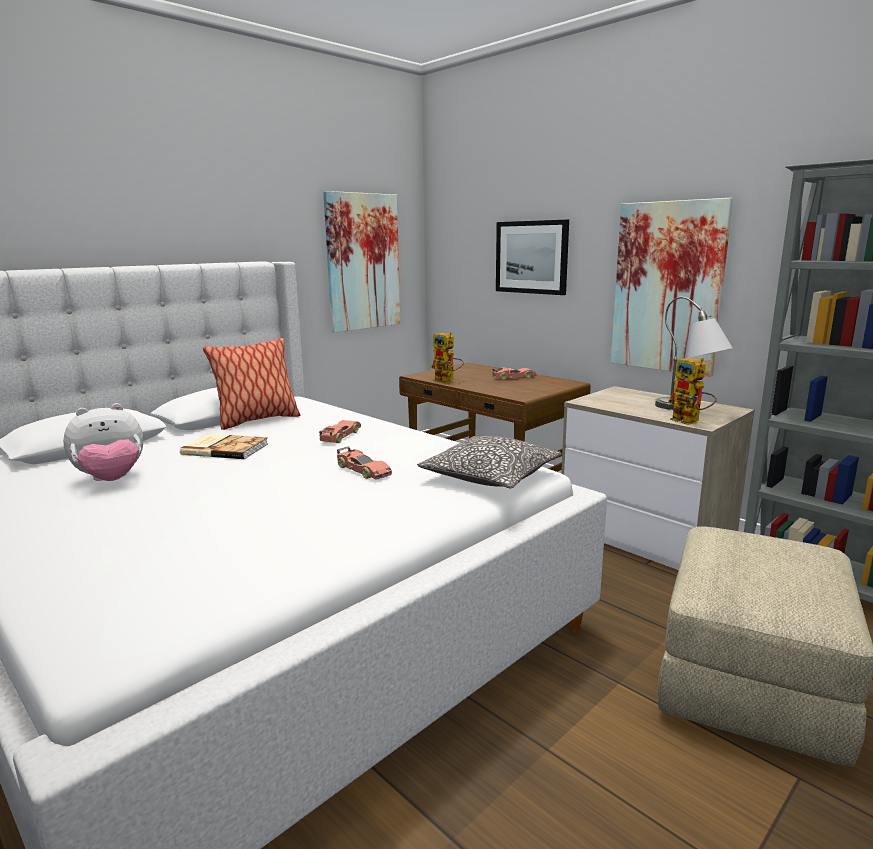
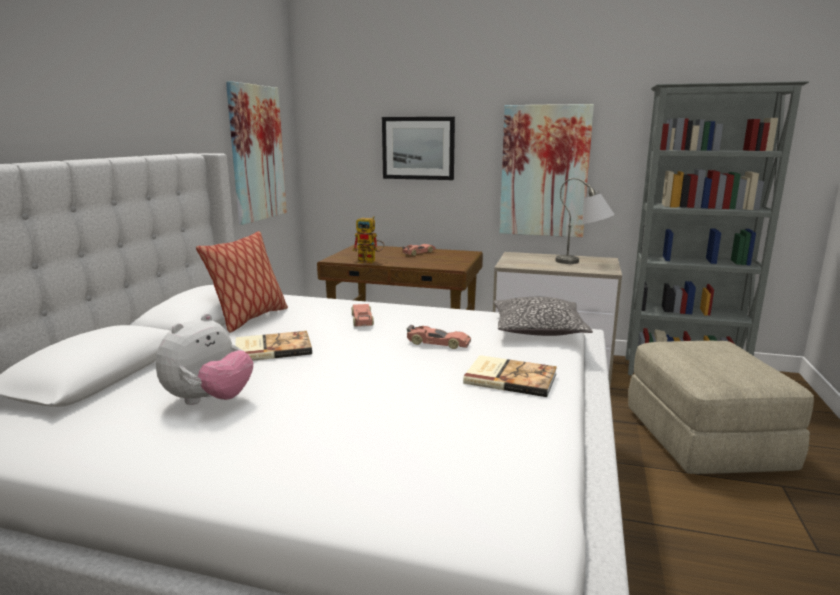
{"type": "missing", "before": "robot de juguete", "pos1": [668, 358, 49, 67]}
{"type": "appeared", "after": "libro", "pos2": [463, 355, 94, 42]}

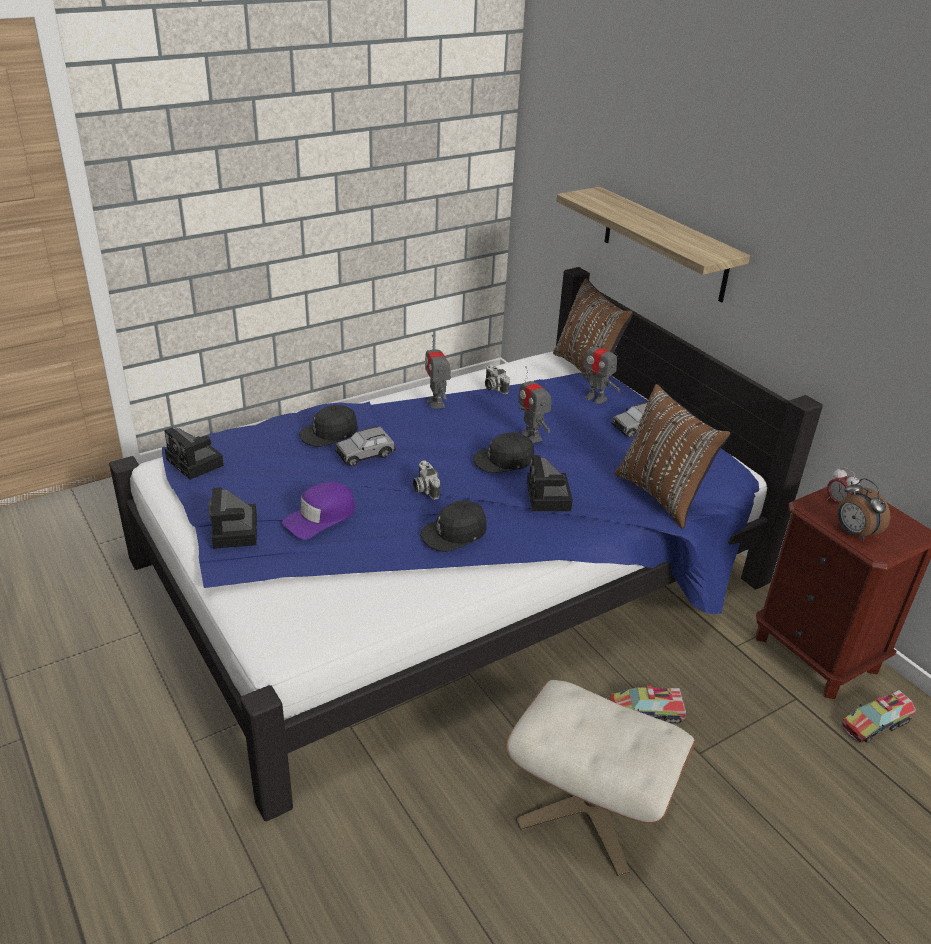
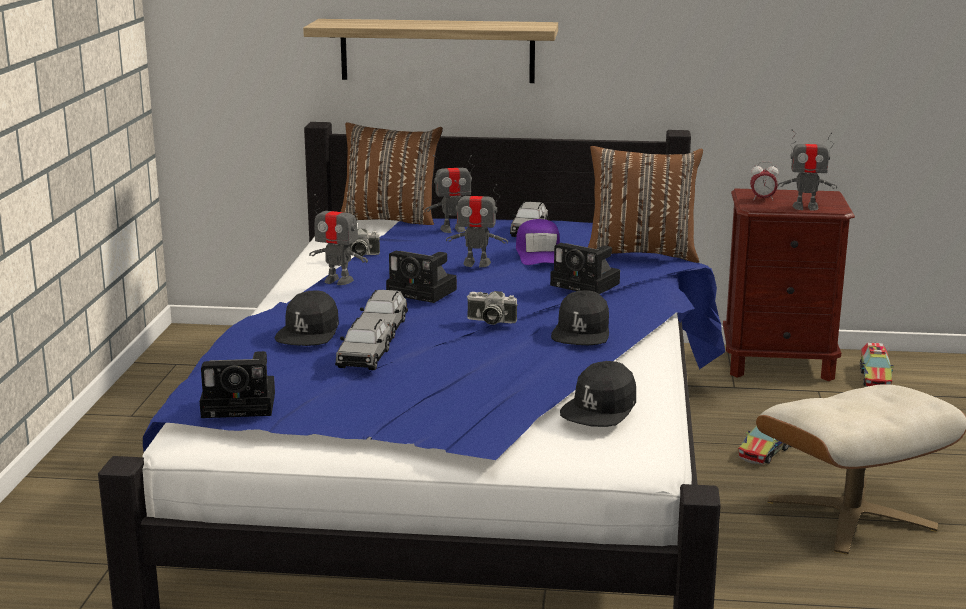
{"type": "relocated", "before": "cámara", "pos1": [209, 487, 48, 62], "pos2": [386, 250, 71, 53]}
{"type": "relocated", "before": "gorra [morado]", "pos1": [282, 482, 73, 57], "pos2": [516, 219, 44, 46]}
{"type": "relocated", "before": "gorra [negro]", "pos1": [474, 432, 60, 41], "pos2": [560, 361, 76, 66]}
{"type": "exchanged", "before": "despertador", "after": "robot de juguete", "pos1": [837, 478, 53, 64], "pos2": [778, 129, 59, 82]}
{"type": "appeared", "after": "coche de juguete [gris]", "pos2": [335, 317, 58, 53]}

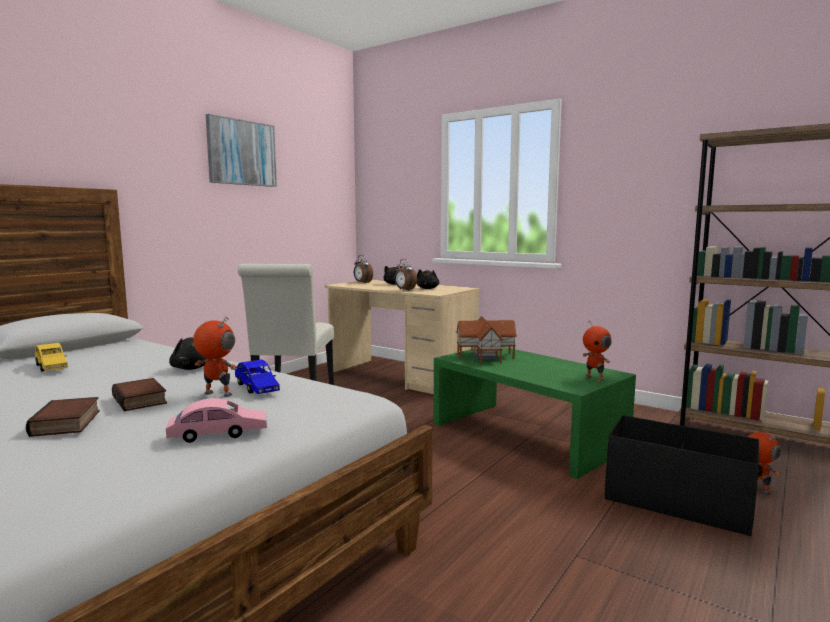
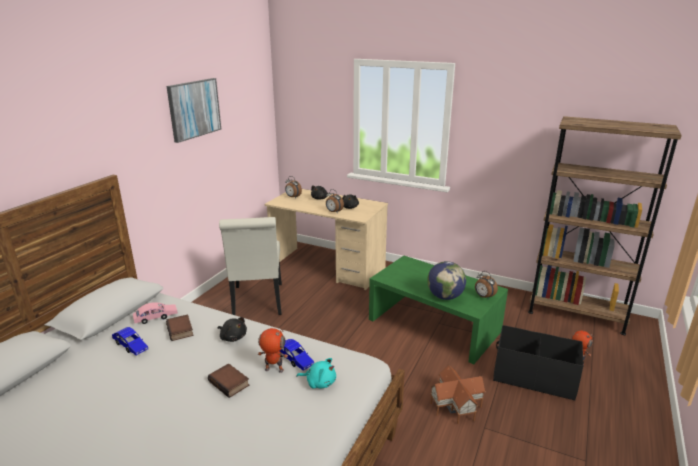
{"type": "relocated", "before": "libro", "pos1": [26, 397, 74, 40], "pos2": [166, 314, 28, 27]}
{"type": "colour", "before": "coche de juguete [amarillo]", "after": "coche de juguete [azul]", "pos1": [35, 343, 33, 29], "pos2": [112, 327, 36, 28]}
{"type": "relocated", "before": "coche de juguete [rosa]", "pos1": [166, 398, 101, 45], "pos2": [133, 302, 45, 22]}
{"type": "relocated", "before": "casita", "pos1": [456, 316, 61, 48], "pos2": [430, 364, 56, 60]}
{"type": "exchanged", "before": "robot de juguete", "after": "despertador", "pos1": [583, 321, 29, 61], "pos2": [475, 271, 23, 29]}
{"type": "appeared", "after": "peluche [turquesa]", "pos2": [296, 358, 40, 31]}
{"type": "appeared", "after": "globo terráqueo", "pos2": [427, 261, 39, 39]}

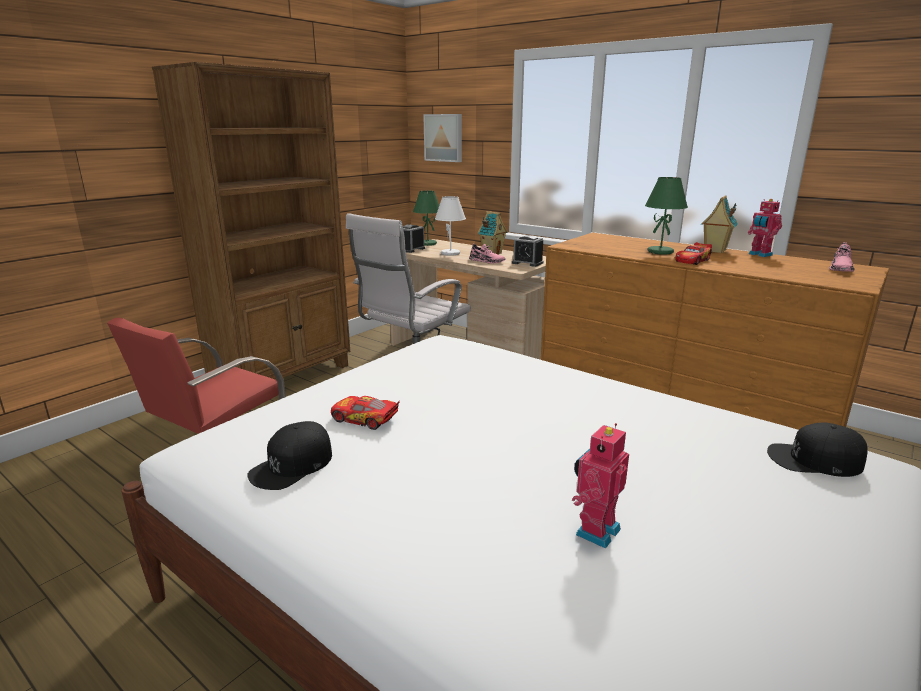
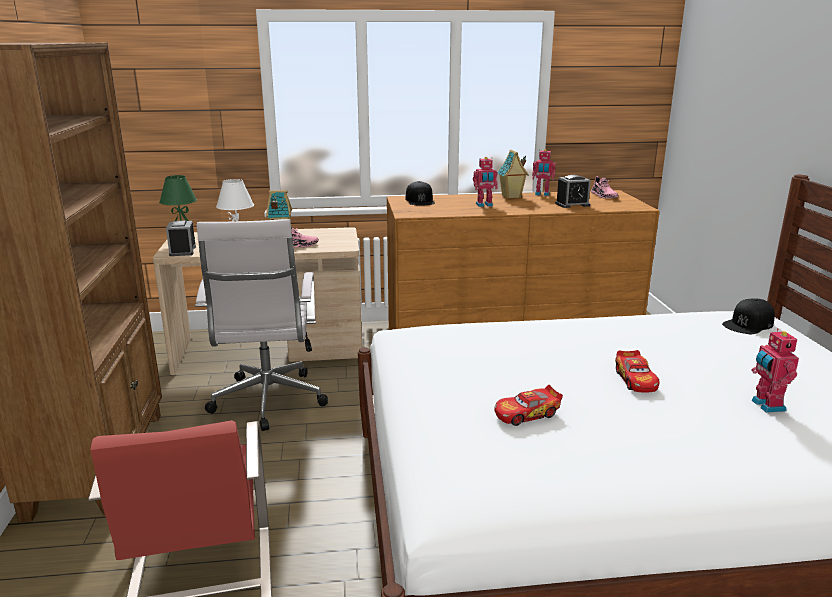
{"type": "relocated", "before": "gorra [negro]", "pos1": [247, 421, 85, 69], "pos2": [405, 181, 30, 25]}
{"type": "missing", "before": "cuadro", "pos1": [423, 114, 39, 48]}
{"type": "relocated", "before": "despertador", "pos1": [512, 235, 32, 32], "pos2": [555, 175, 36, 33]}
{"type": "exchanged", "before": "lámpara de mesa [verde]", "after": "robot de juguete", "pos1": [645, 177, 43, 78], "pos2": [473, 157, 25, 50]}
{"type": "relocated", "before": "coche de juguete", "pos1": [675, 242, 37, 23], "pos2": [615, 350, 44, 43]}

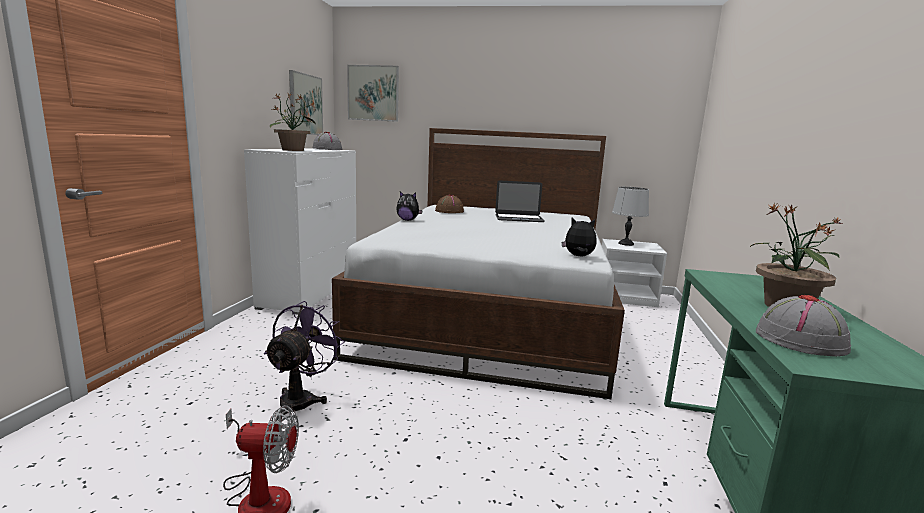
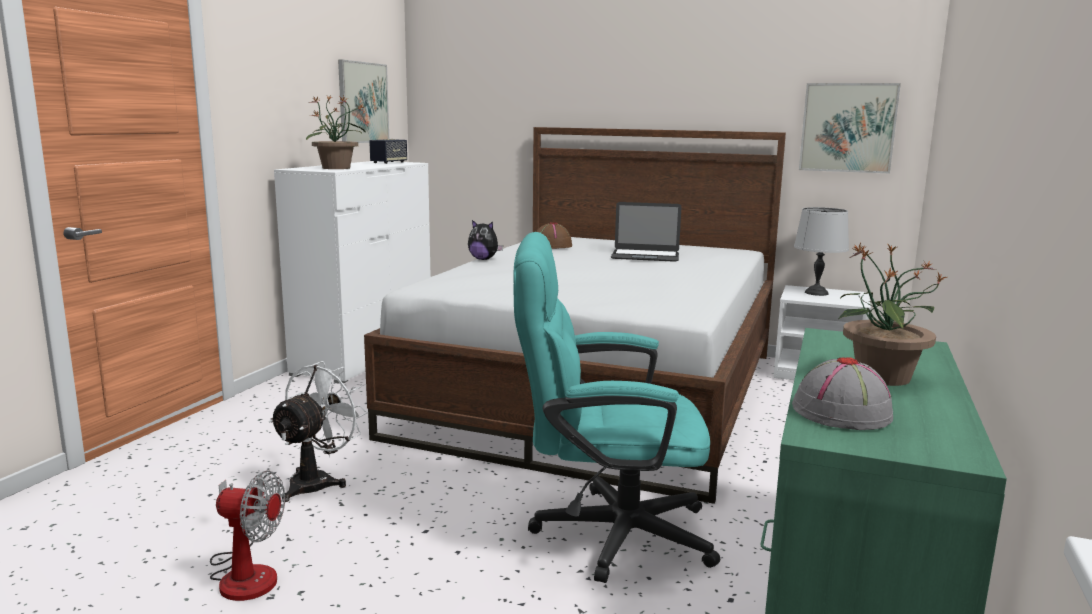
{"type": "colour", "before": "ventilador [morado]", "after": "ventilador [blanco]", "pos1": [264, 301, 81, 120], "pos2": [269, 361, 99, 141]}
{"type": "exchanged", "before": "sombrero [gris]", "after": "altavoz", "pos1": [313, 132, 30, 18], "pos2": [369, 139, 38, 25]}
{"type": "relocated", "before": "cuadro", "pos1": [347, 65, 52, 57], "pos2": [799, 83, 102, 91]}
{"type": "missing", "before": "peluche", "pos1": [562, 217, 35, 39]}
{"type": "appeared", "after": "silla de oficina [turquesa]", "pos2": [514, 232, 206, 351]}

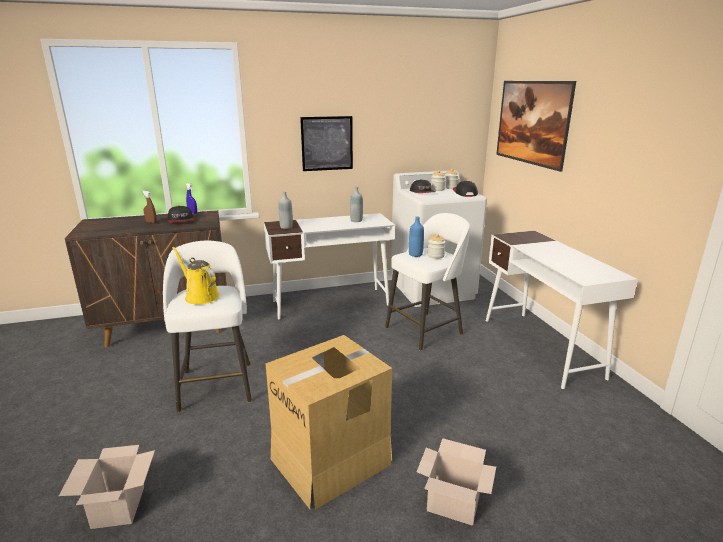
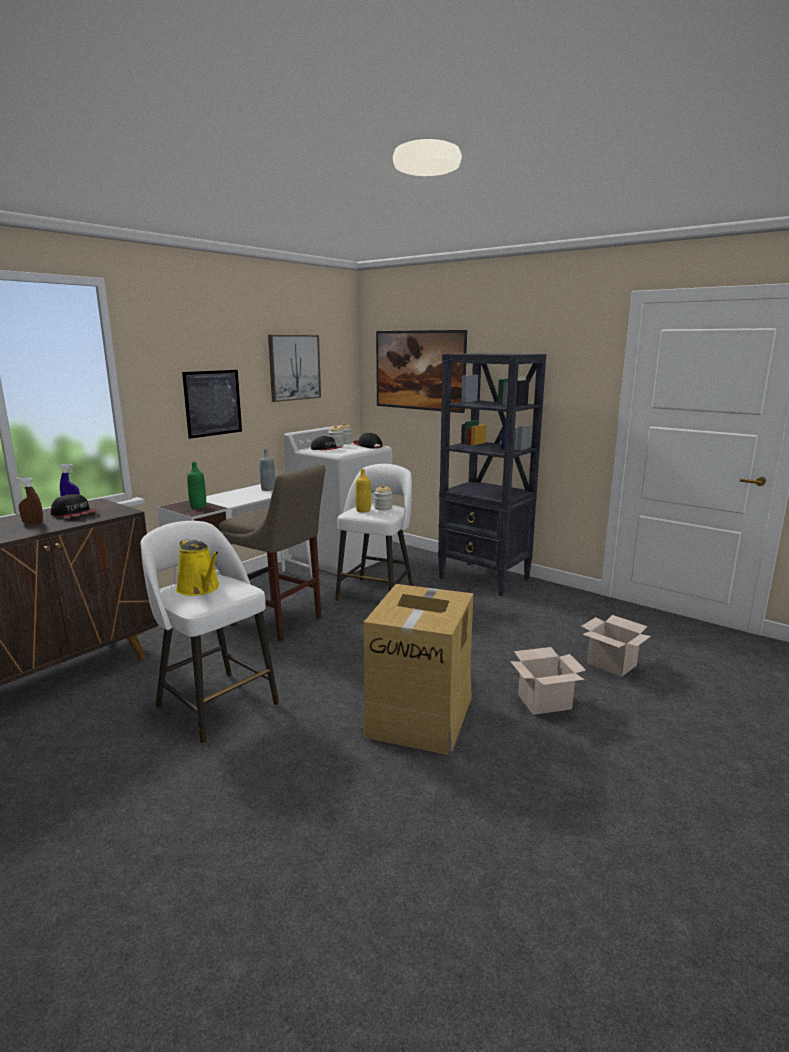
{"type": "relocated", "before": "caja de cartón", "pos1": [59, 445, 96, 84], "pos2": [581, 615, 70, 62]}
{"type": "spun", "before": "regadera [amarillo]", "pos1": [172, 247, 47, 57], "pos2": [176, 539, 44, 57], "turn": -135}
{"type": "colour", "before": "botella [gris]", "after": "botella [verde]", "pos1": [279, 192, 14, 37], "pos2": [187, 462, 19, 47]}
{"type": "colour", "before": "botella [azul]", "after": "botella [amarillo]", "pos1": [409, 217, 15, 40], "pos2": [355, 469, 16, 43]}
{"type": "exchanged", "before": "escritorio [blanco]", "after": "estantería [negro]", "pos1": [486, 231, 152, 158], "pos2": [438, 353, 108, 243]}
{"type": "appeared", "after": "taburete [beis]", "pos2": [219, 464, 107, 177]}
{"type": "appeared", "after": "cuadro", "pos2": [268, 335, 53, 67]}

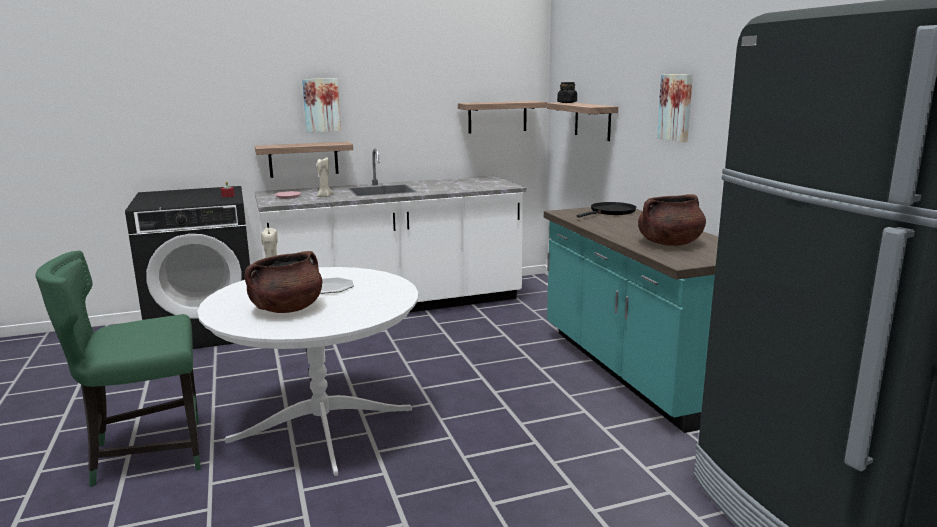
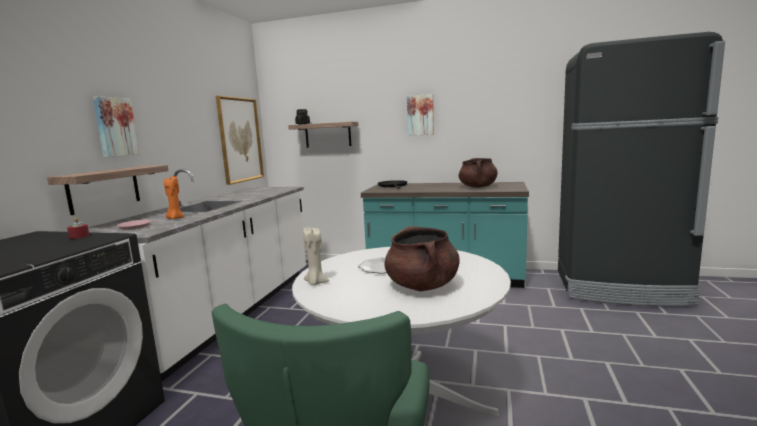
{"type": "colour", "before": "vela [beis]", "after": "vela [naranja]", "pos1": [317, 157, 17, 40], "pos2": [163, 176, 21, 43]}
{"type": "exchanged", "before": "estante", "after": "cuadro", "pos1": [458, 101, 89, 33], "pos2": [216, 96, 48, 89]}

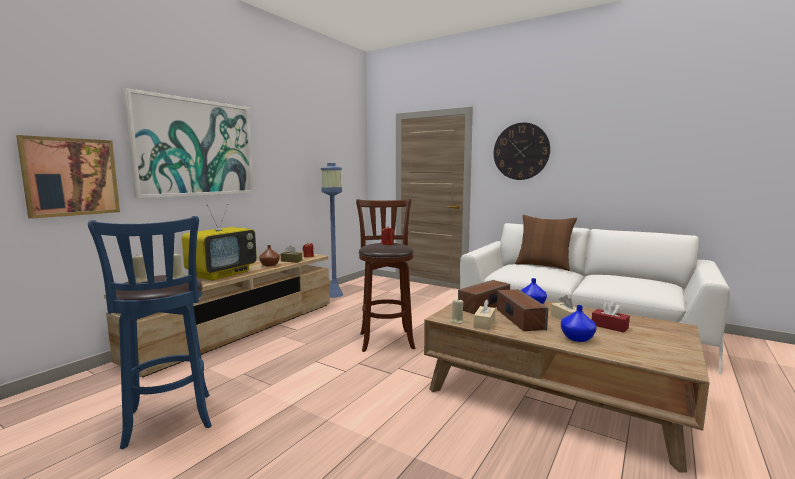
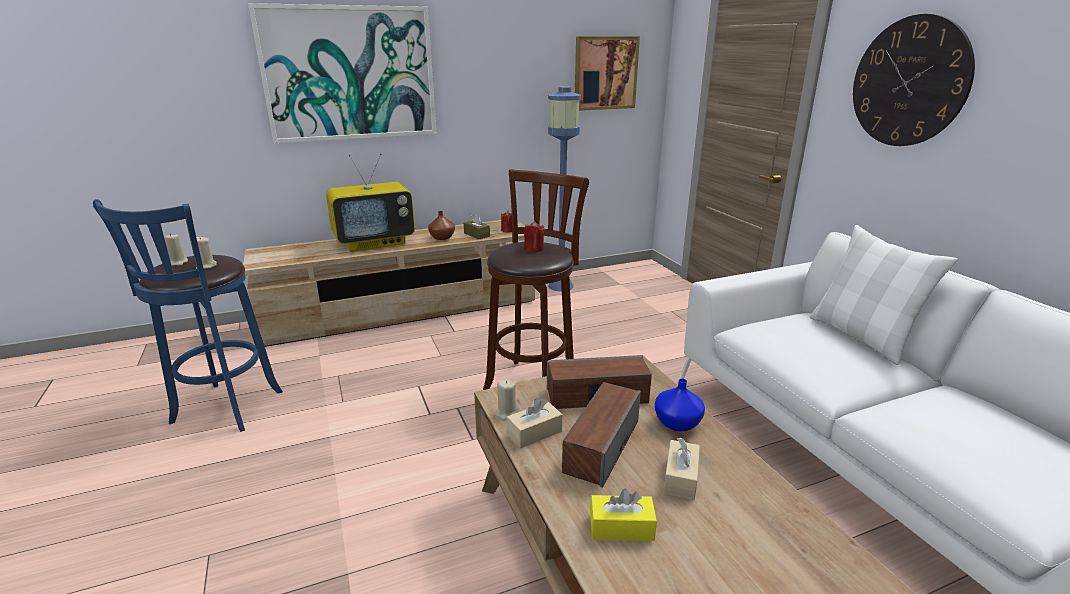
{"type": "relocated", "before": "cuadro", "pos1": [16, 135, 104, 84], "pos2": [575, 36, 65, 75]}
{"type": "colour", "before": "cojín [marrón]", "after": "cojín [blanco]", "pos1": [515, 215, 62, 56], "pos2": [809, 225, 149, 140]}
{"type": "exchanged", "before": "florero [azul]", "after": "caja de pañuelos [amarillo]", "pos1": [561, 305, 36, 37], "pos2": [590, 489, 67, 52]}
{"type": "missing", "before": "caja de pañuelos [rojo]", "pos1": [592, 301, 38, 32]}

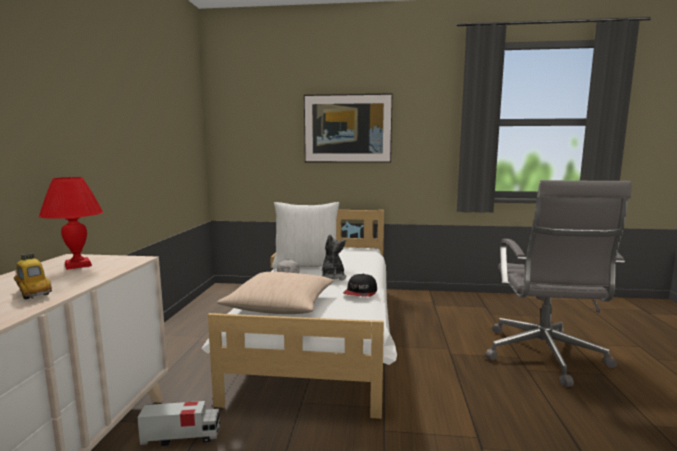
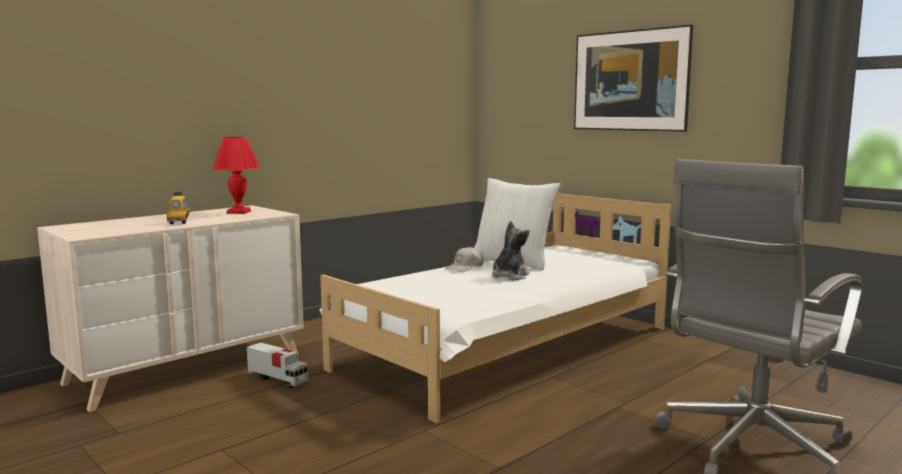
{"type": "missing", "before": "cojín [beis]", "pos1": [217, 272, 117, 42]}
{"type": "missing", "before": "gorra", "pos1": [343, 274, 34, 23]}

